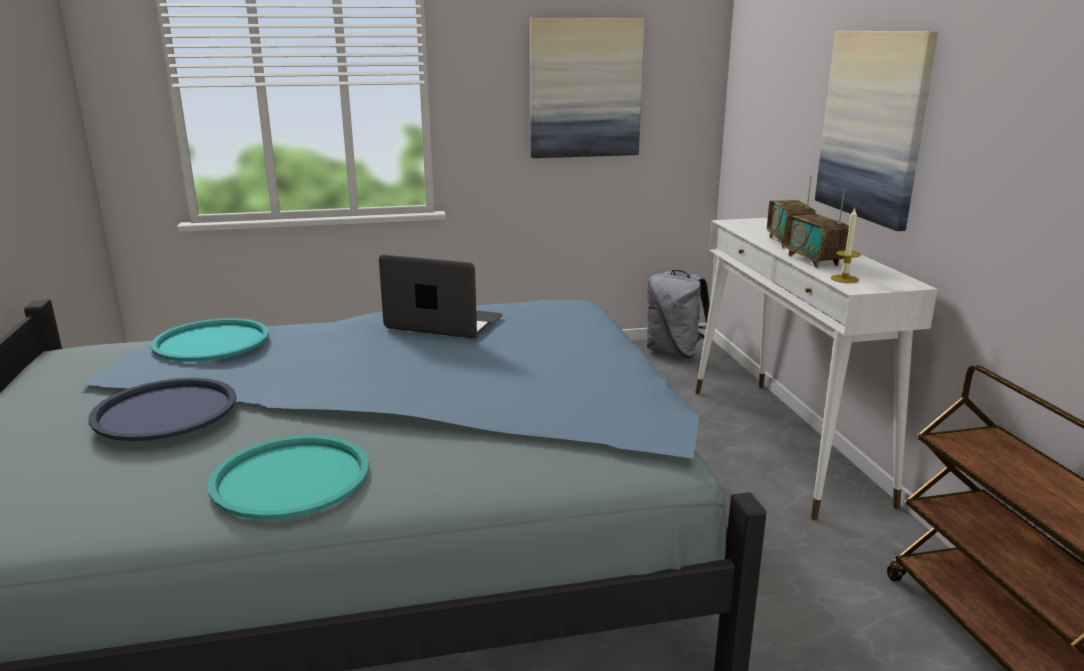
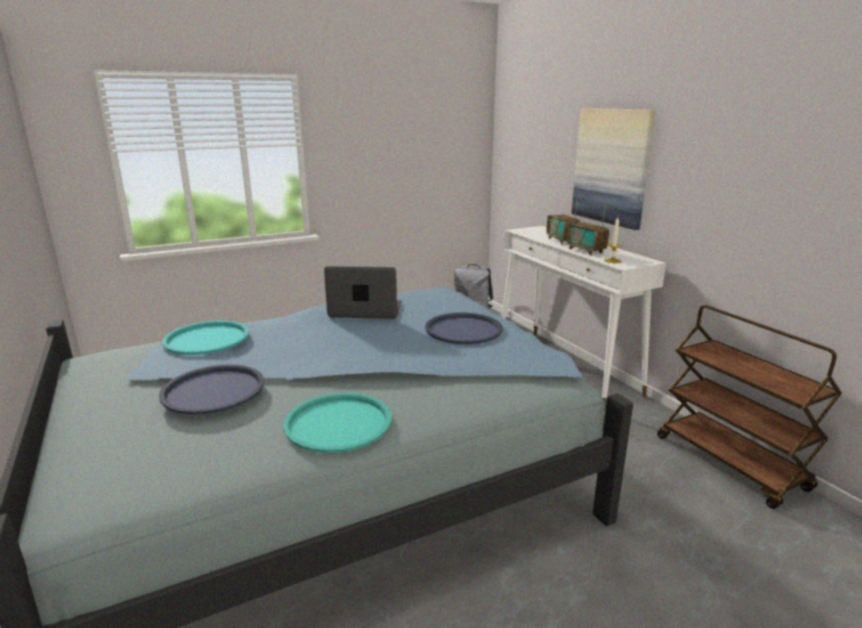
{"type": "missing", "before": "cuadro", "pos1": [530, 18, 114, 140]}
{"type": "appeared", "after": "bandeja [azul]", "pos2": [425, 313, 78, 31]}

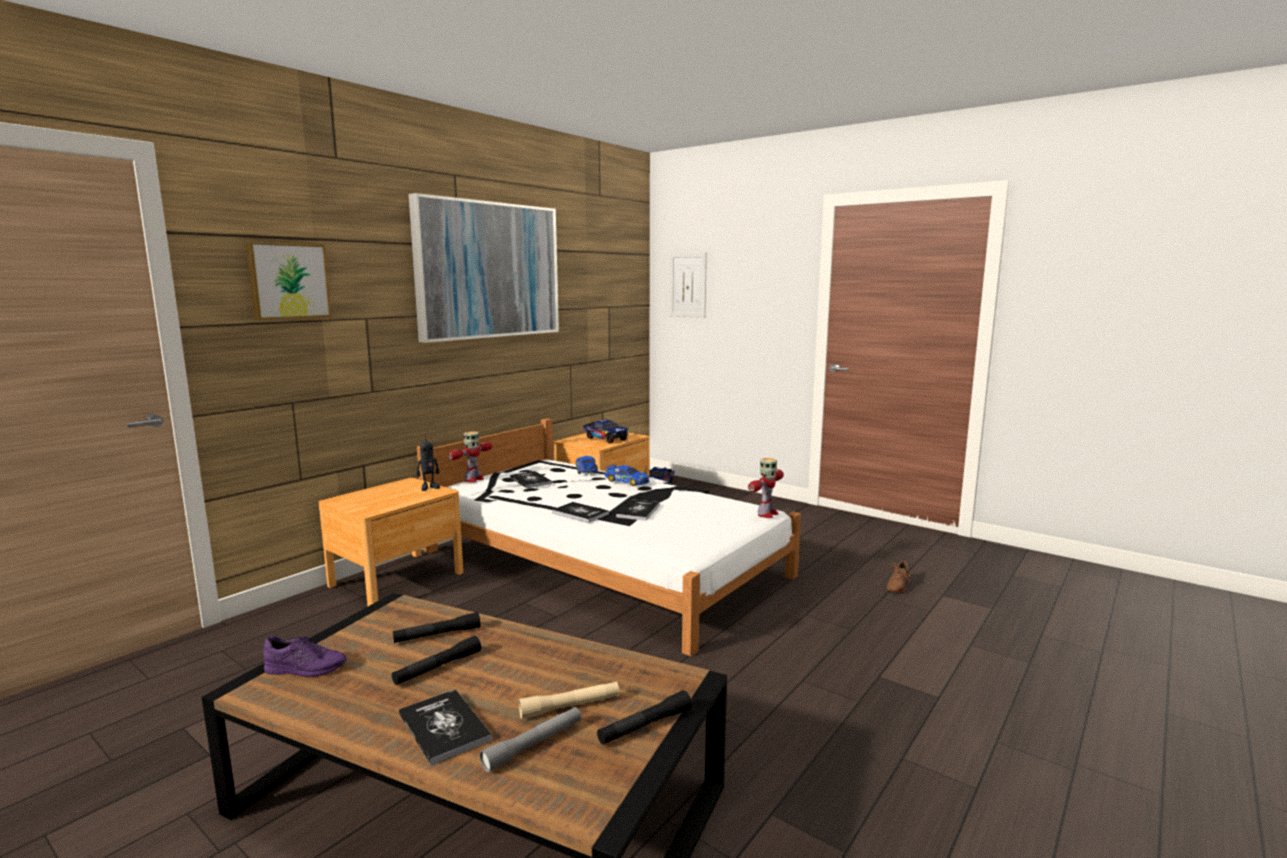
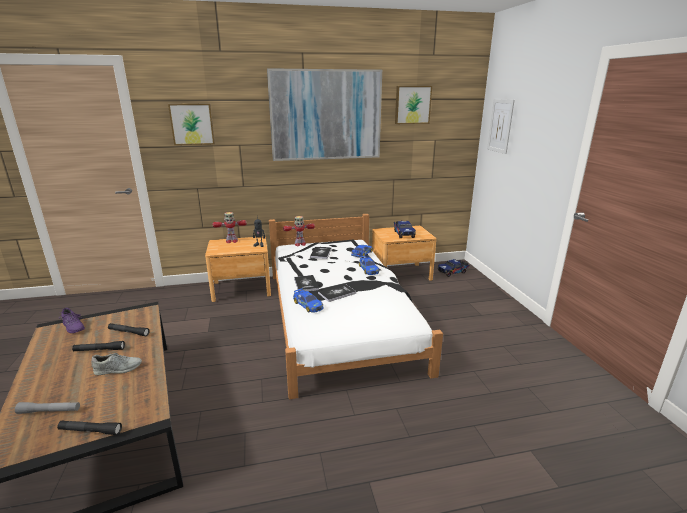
{"type": "missing", "before": "libro", "pos1": [399, 689, 93, 77]}
{"type": "missing", "before": "linterna [beis]", "pos1": [519, 682, 100, 37]}
{"type": "relocated", "before": "robot de juguete", "pos1": [748, 458, 36, 60], "pos2": [213, 212, 34, 31]}
{"type": "missing", "before": "zapato [marrón]", "pos1": [887, 561, 24, 32]}
{"type": "appeared", "after": "zapato [gris]", "pos2": [91, 353, 51, 22]}
{"type": "appeared", "after": "coche de juguete", "pos2": [293, 288, 30, 25]}
{"type": "appeared", "after": "cuadro", "pos2": [395, 86, 37, 38]}

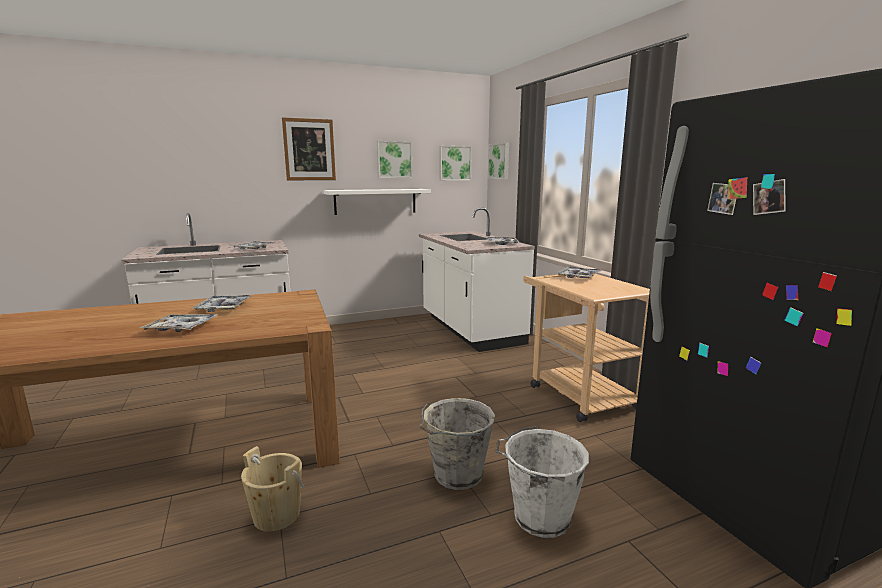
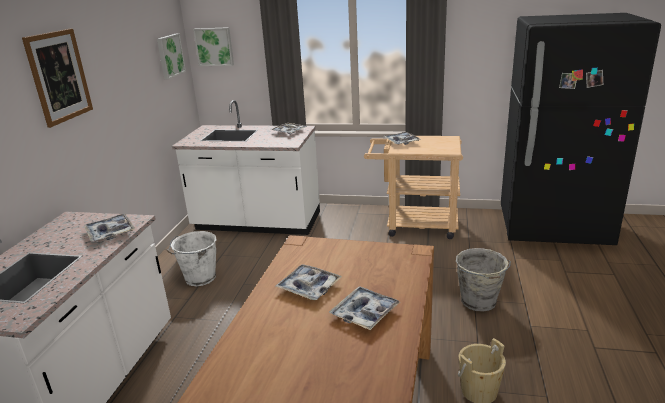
{"type": "missing", "before": "estante [blanco]", "pos1": [324, 189, 107, 26]}
{"type": "missing", "before": "cuadro", "pos1": [377, 141, 35, 37]}
{"type": "relocated", "before": "cubo [blanco]", "pos1": [495, 426, 94, 112], "pos2": [167, 231, 50, 55]}

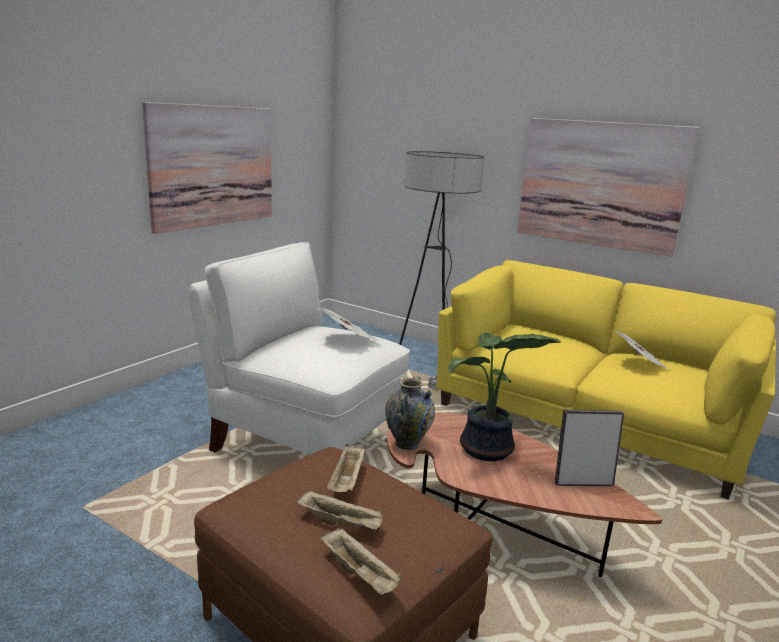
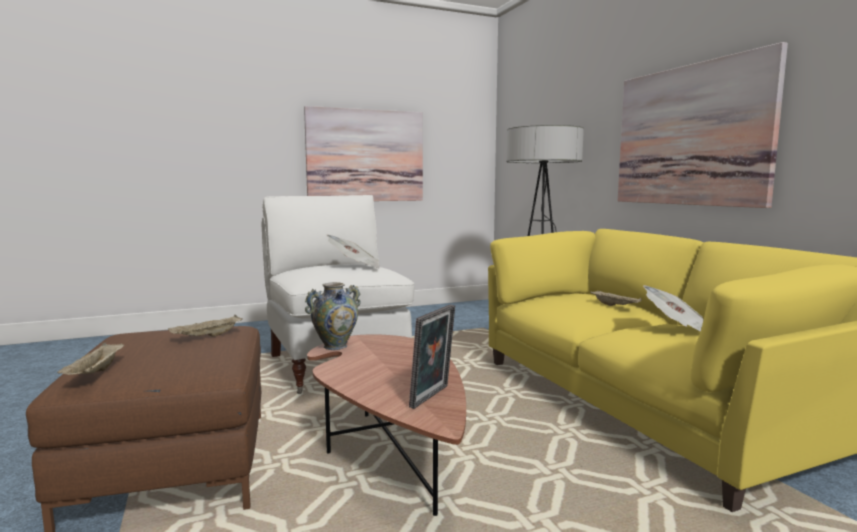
{"type": "relocated", "before": "bandeja [beis]", "pos1": [296, 490, 88, 40], "pos2": [590, 291, 52, 15]}
{"type": "missing", "before": "planta en maceta", "pos1": [448, 332, 113, 129]}
{"type": "spun", "before": "portarretratos", "pos1": [555, 410, 69, 76], "pos2": [409, 304, 46, 105], "turn": 90}

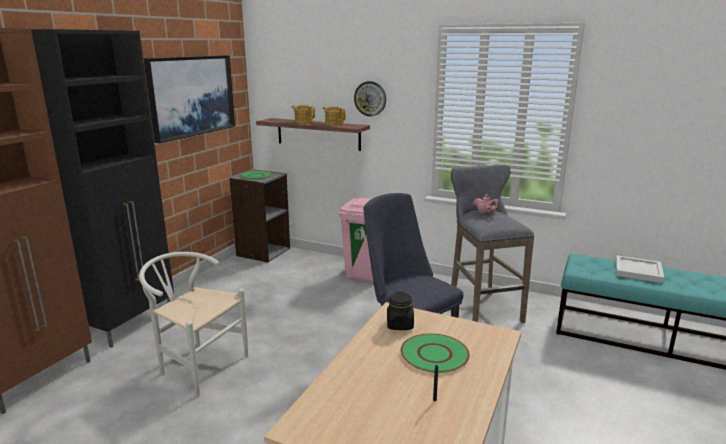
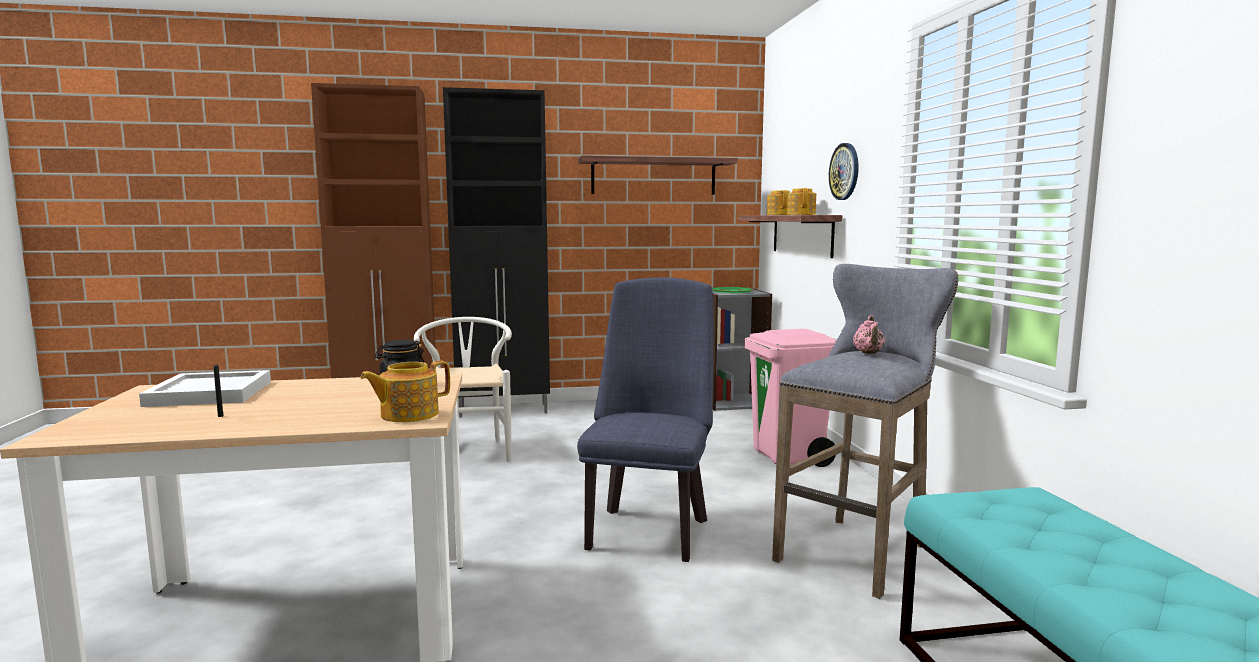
{"type": "exchanged", "before": "cuadro", "after": "estante", "pos1": [144, 55, 91, 88], "pos2": [578, 155, 160, 40]}
{"type": "missing", "before": "plato [verde]", "pos1": [401, 333, 69, 40]}
{"type": "relocated", "before": "bandeja [blanco]", "pos1": [616, 256, 48, 27], "pos2": [139, 370, 132, 37]}
{"type": "appeared", "after": "tetera", "pos2": [360, 360, 90, 62]}

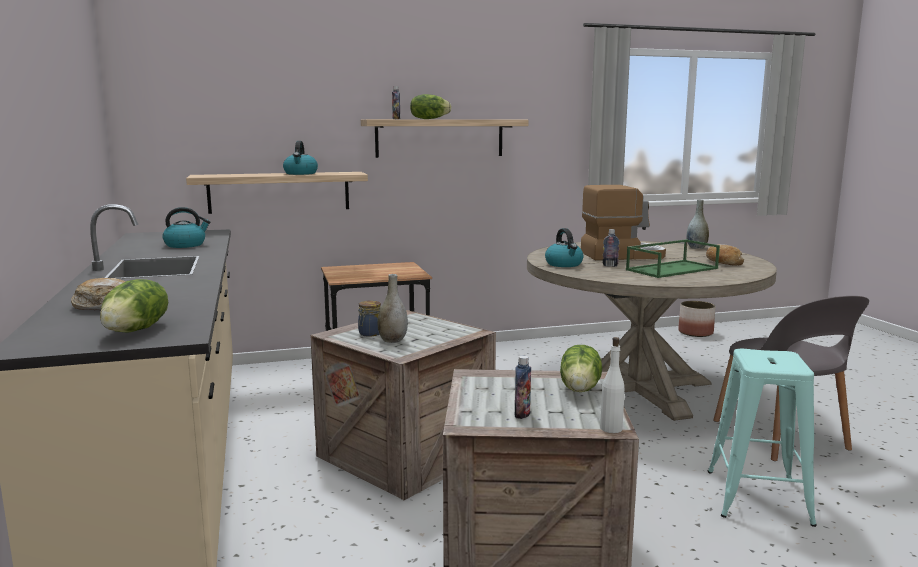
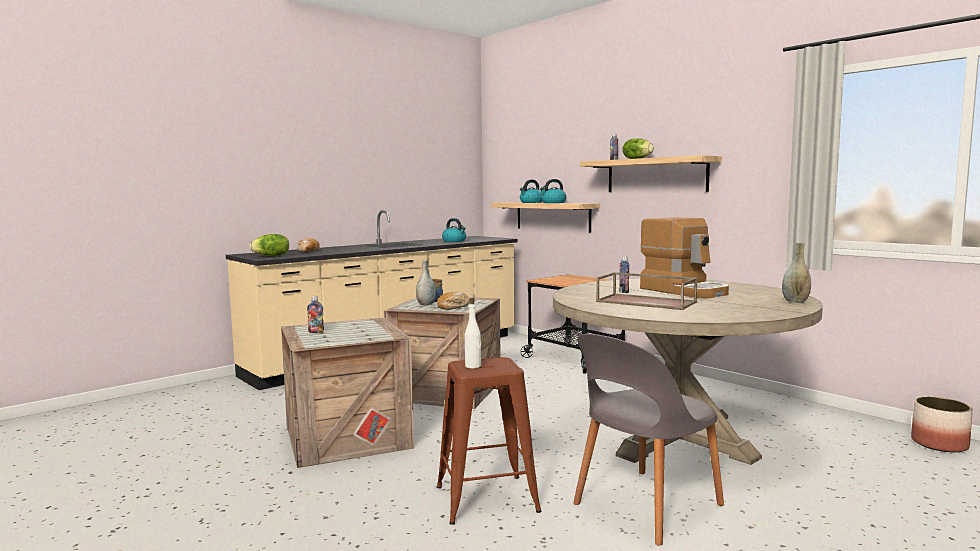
{"type": "relocated", "before": "hervidor", "pos1": [545, 228, 39, 39], "pos2": [520, 180, 22, 23]}
{"type": "missing", "before": "lechuga", "pos1": [560, 345, 42, 47]}
{"type": "relocated", "before": "botella [blanco]", "pos1": [600, 337, 25, 96], "pos2": [465, 298, 16, 70]}
{"type": "colour", "before": "bandeja [verde]", "after": "bandeja [marrón]", "pos1": [626, 239, 94, 39], "pos2": [596, 272, 102, 38]}
{"type": "relocated", "before": "pan", "pos1": [706, 244, 38, 22], "pos2": [437, 292, 33, 18]}
{"type": "colour", "before": "taburete [turquesa]", "after": "taburete [marrón]", "pos1": [707, 349, 110, 178], "pos2": [437, 357, 105, 168]}

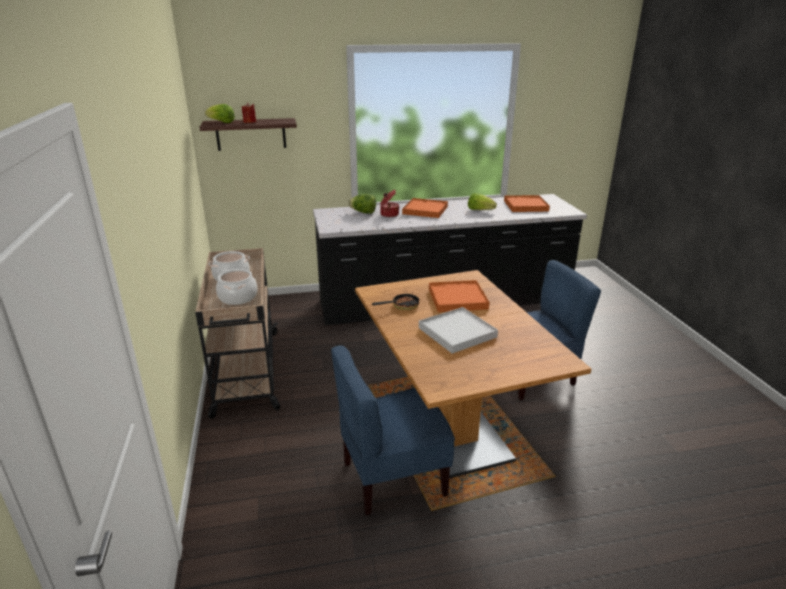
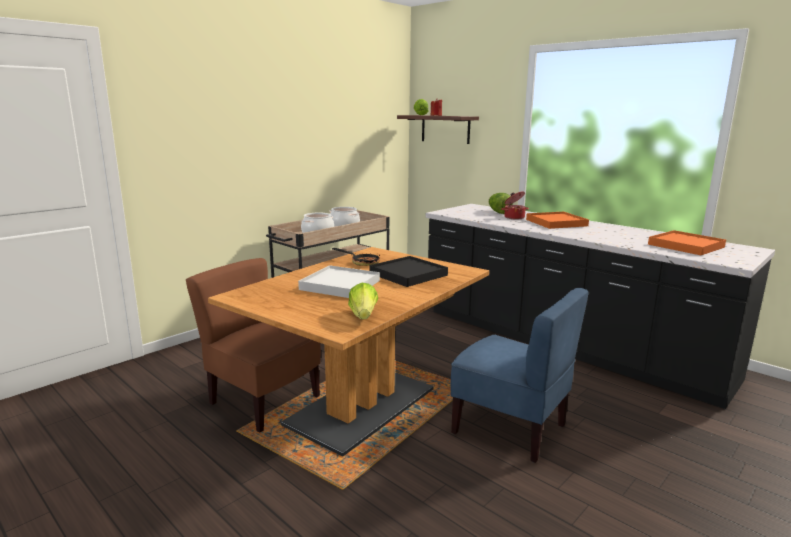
{"type": "colour", "before": "silla [azul]", "after": "silla [marrón]", "pos1": [331, 345, 124, 170], "pos2": [186, 258, 135, 174]}
{"type": "colour", "before": "bandeja [naranja]", "after": "bandeja [negro]", "pos1": [429, 280, 60, 32], "pos2": [369, 256, 79, 31]}
{"type": "relocated", "before": "lechuga", "pos1": [468, 193, 29, 17], "pos2": [348, 283, 30, 36]}

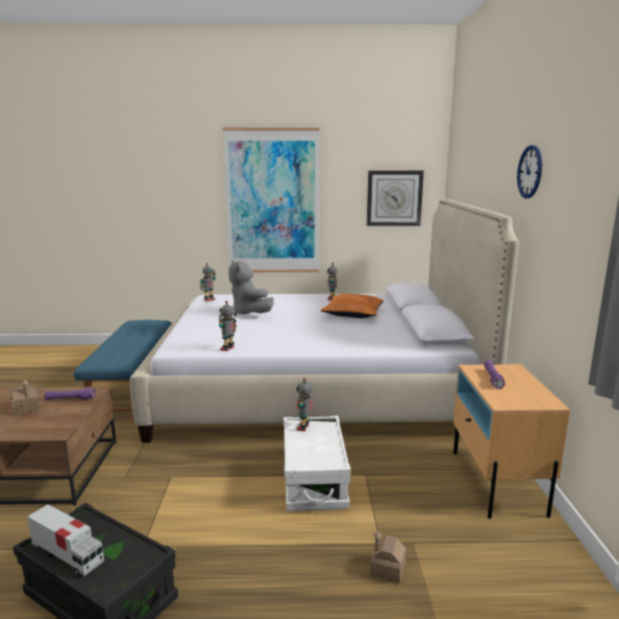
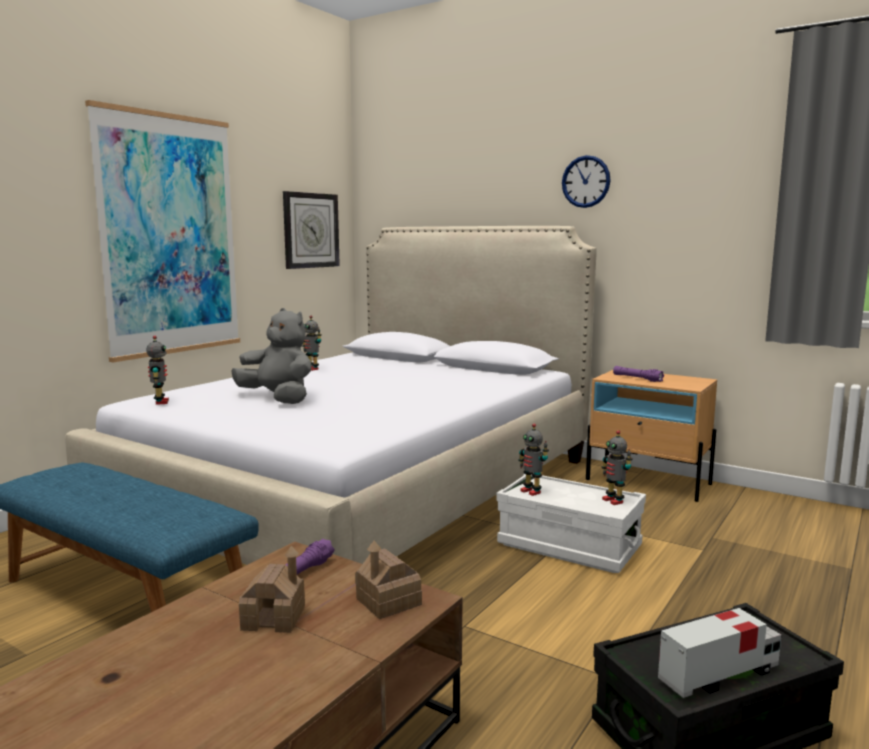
{"type": "relocated", "before": "robot de juguete", "pos1": [219, 301, 18, 50], "pos2": [602, 430, 31, 75]}
{"type": "spun", "before": "peluche [gris]", "pos1": [229, 260, 45, 56], "pos2": [231, 308, 81, 96], "turn": -150}
{"type": "missing", "before": "cojín [naranja]", "pos1": [321, 294, 62, 24]}
{"type": "relocated", "before": "casita", "pos1": [370, 531, 36, 52], "pos2": [355, 541, 67, 78]}

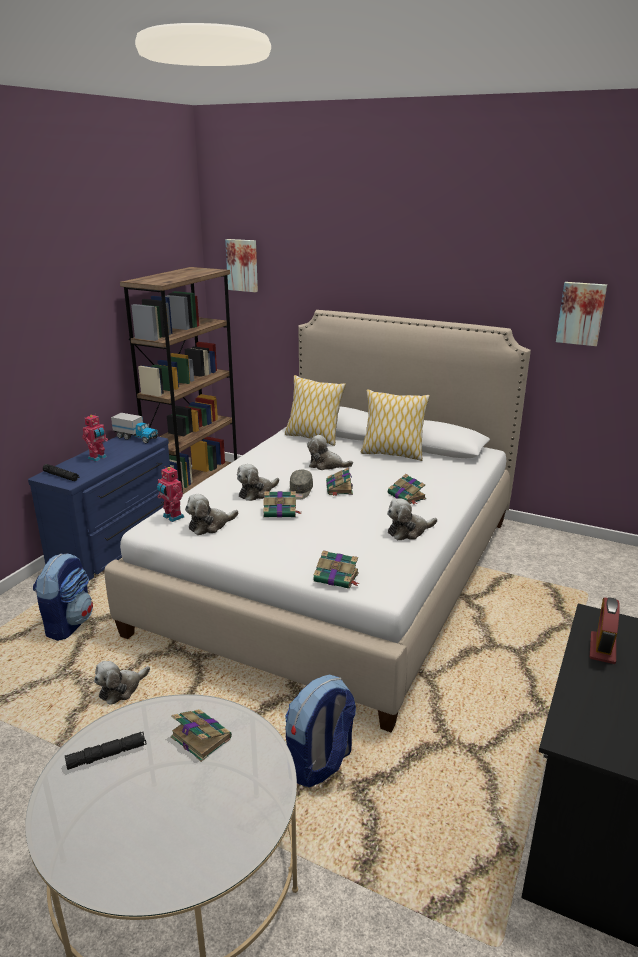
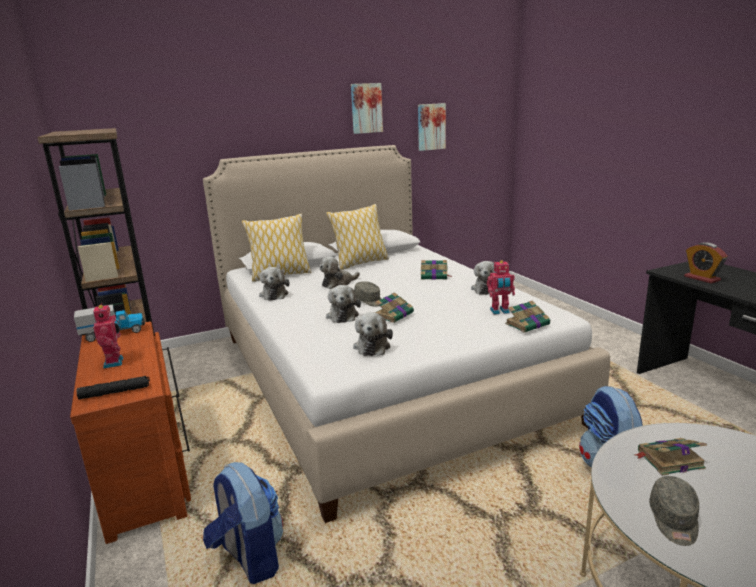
{"type": "colour", "before": "cómoda [azul]", "after": "cómoda [marrón]", "pos1": [28, 434, 142, 147], "pos2": [70, 321, 121, 223]}
{"type": "exchanged", "before": "linterna [negro]", "after": "gorra [gris]", "pos1": [65, 732, 81, 38], "pos2": [649, 476, 50, 70]}
{"type": "relocated", "before": "peluche", "pos1": [94, 661, 56, 44], "pos2": [259, 267, 31, 34]}
{"type": "relocated", "before": "robot de juguete", "pos1": [157, 466, 27, 56], "pos2": [487, 260, 28, 54]}
{"type": "relocated", "before": "cuadro", "pos1": [225, 239, 33, 53], "pos2": [351, 83, 32, 51]}
{"type": "missing", "before": "libro", "pos1": [326, 467, 27, 29]}

